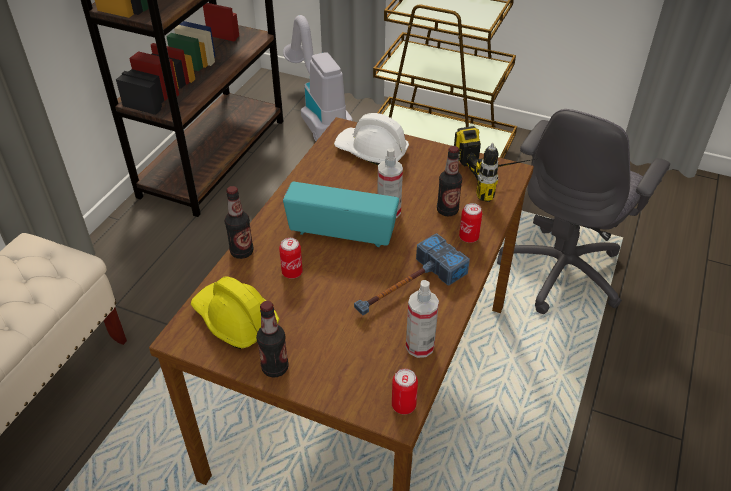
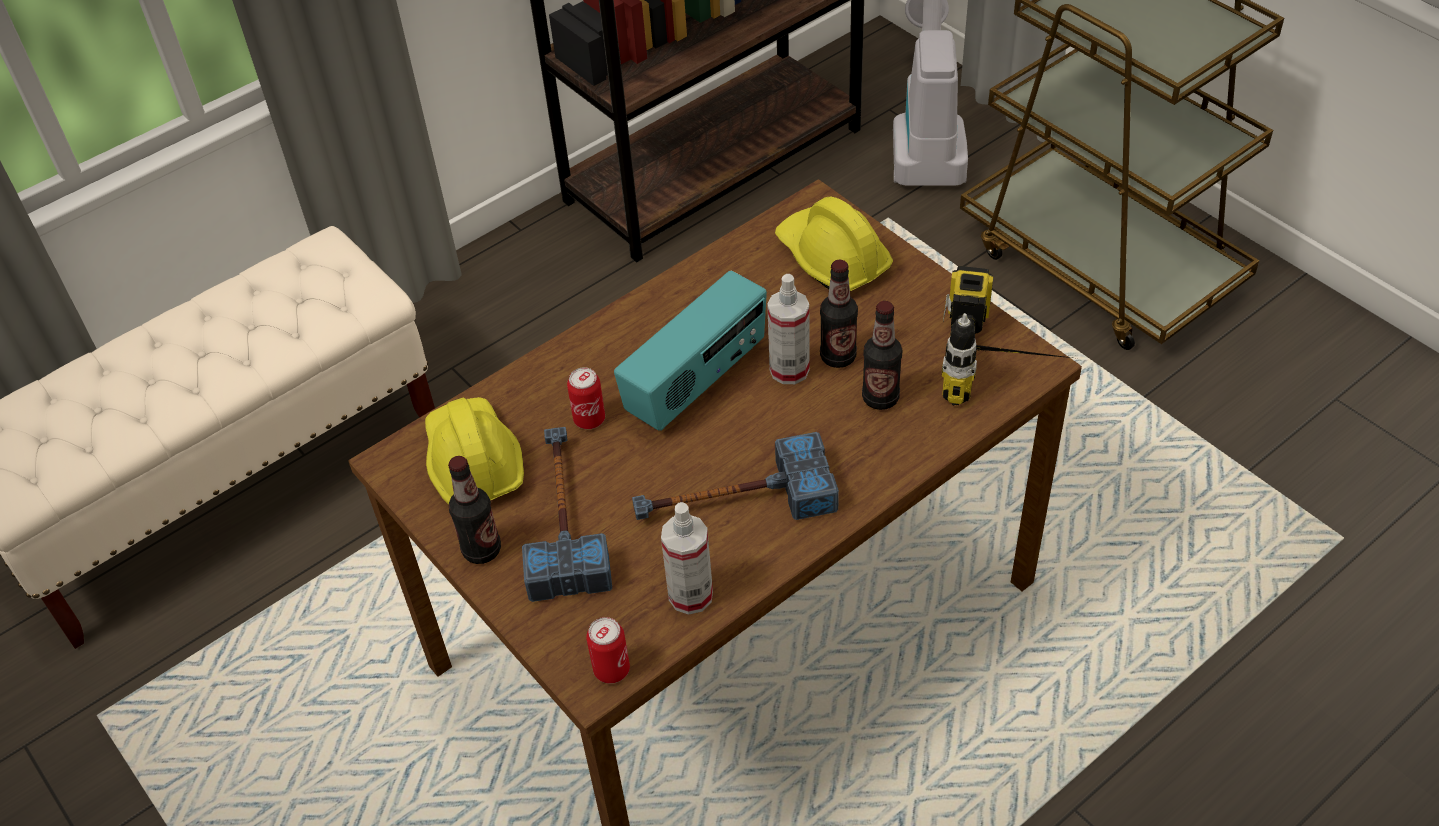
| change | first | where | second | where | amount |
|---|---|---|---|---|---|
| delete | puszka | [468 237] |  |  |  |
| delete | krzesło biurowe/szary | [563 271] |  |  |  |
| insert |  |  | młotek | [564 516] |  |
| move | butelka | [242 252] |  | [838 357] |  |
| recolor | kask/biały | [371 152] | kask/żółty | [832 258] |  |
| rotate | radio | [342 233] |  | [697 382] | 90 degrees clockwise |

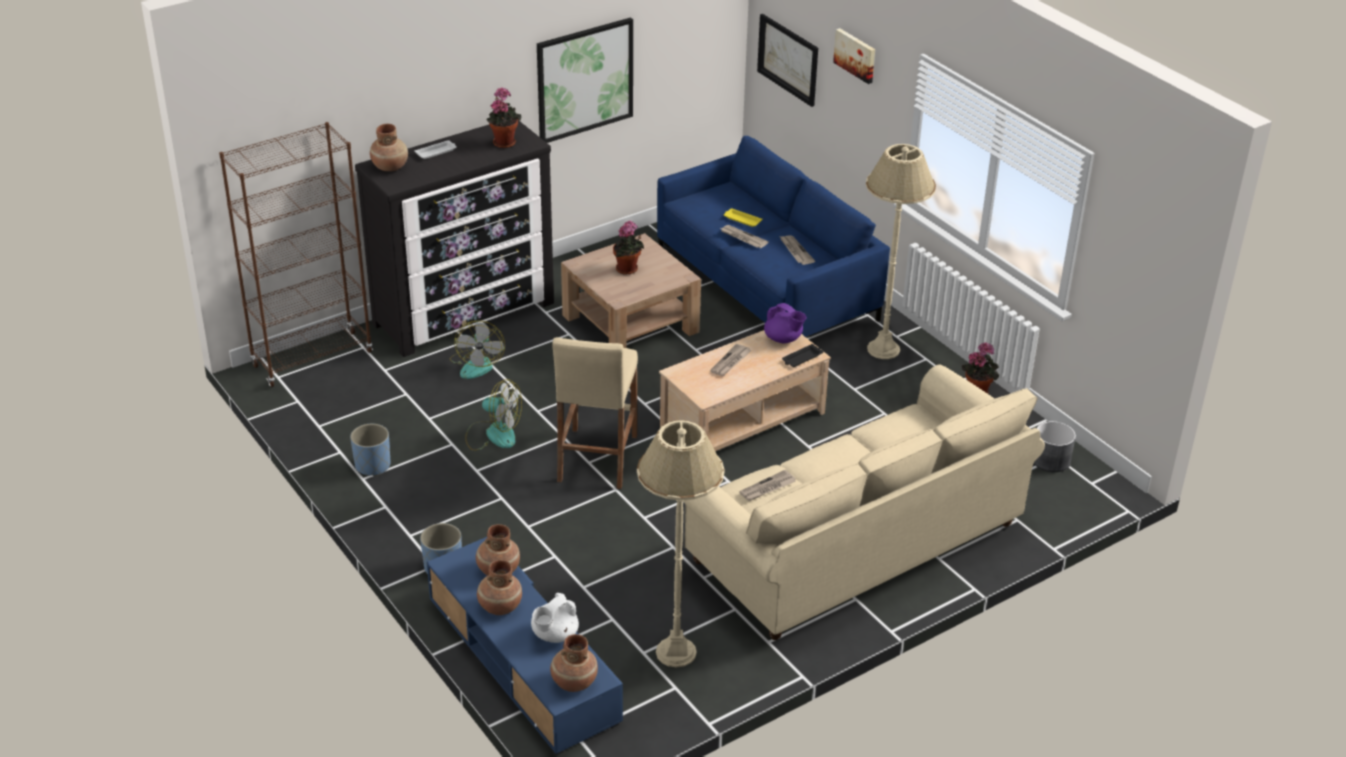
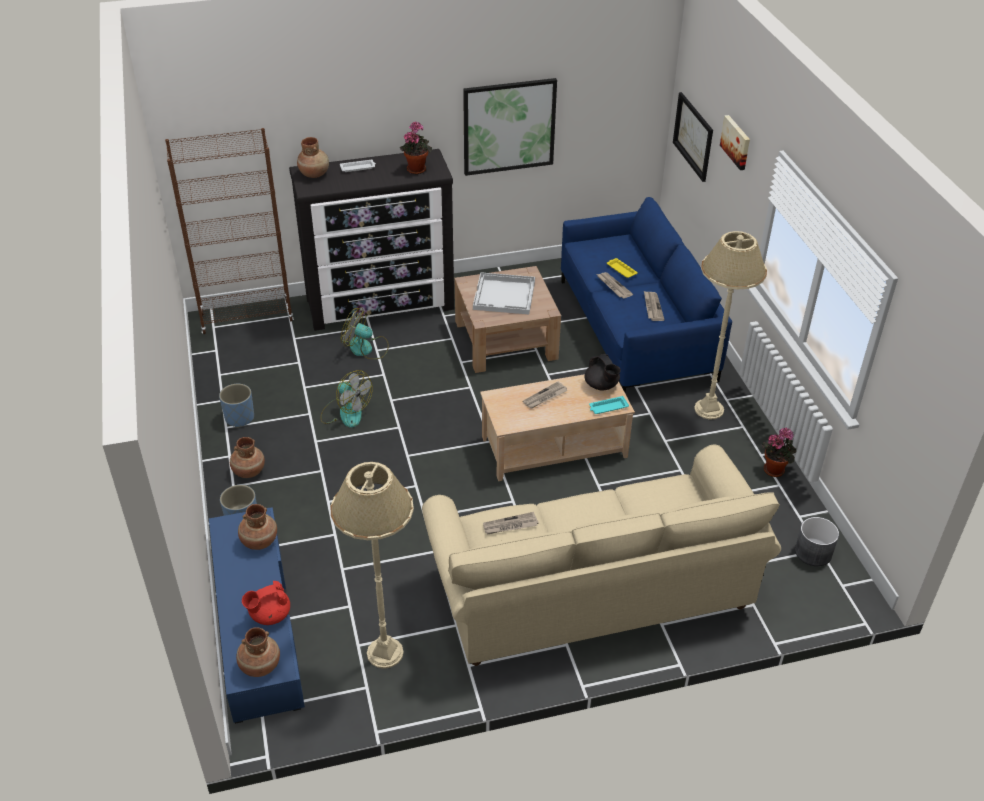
| change | first | where | second | where | amount |
|---|---|---|---|---|---|
| delete | stołek/beżowy | [596 458] |  |  |  |
| move | wazon/brązowy | [499 606] |  | [248 471] |  |
| replace | roślina doniczkowa | [628 270] | taca/biały | [504 295] |  |
| recolor | imbryk/biały | [554 635] | imbryk/czerwony | [269 615] |  |
| recolor | imbryk/fioletowy | [783 339] | imbryk/czarny | [601 385] |  |
| recolor | taca/czarny | [801 358] | taca/turkusowy | [608 407] |  |
| rotate | wentylator | [477 364] |  | [366 349] | 90 degrees clockwise |

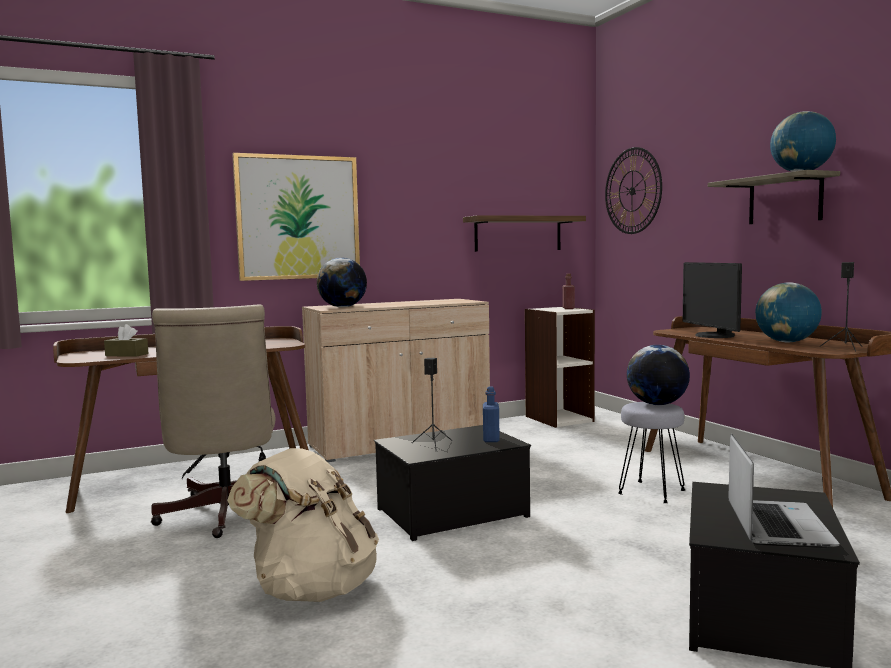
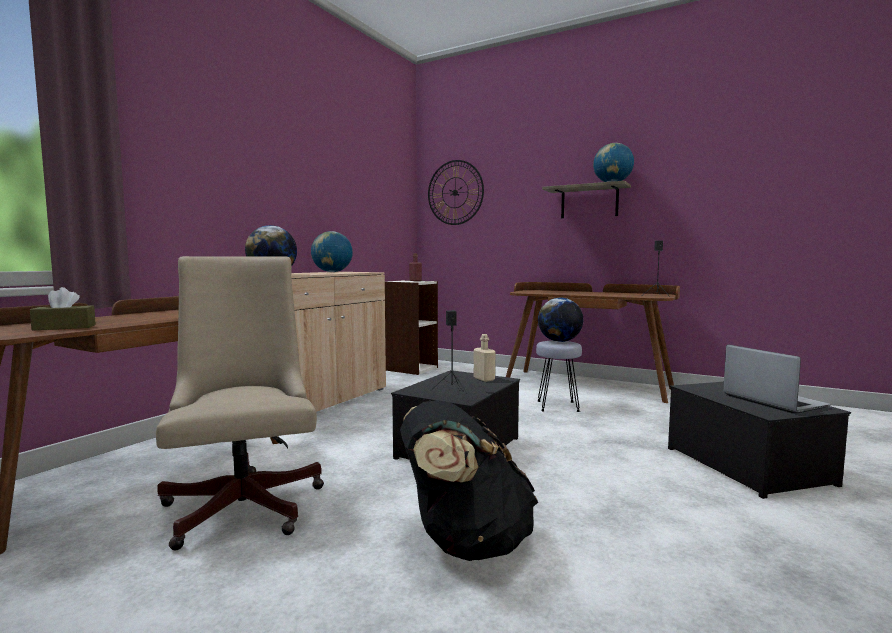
| change | first | where | second | where | amount |
|---|---|---|---|---|---|
| delete | obraz | [298 217] |  |  |  |
| delete | półka | [518 234] |  |  |  |
| delete | monitor | [712 336] |  |  |  |
| move | globus | [786 342] |  | [332 272] |  |
| recolor | plecak/beżowy | [311 589] | plecak/czarny | [464 543] |  |
| recolor | butelka/niebieski | [491 439] | butelka/beżowy | [484 379] |  |
| rotate | krzesło biurowe/beżowy | [223 516] |  | [246 502] | 150 degrees counterclockwise |

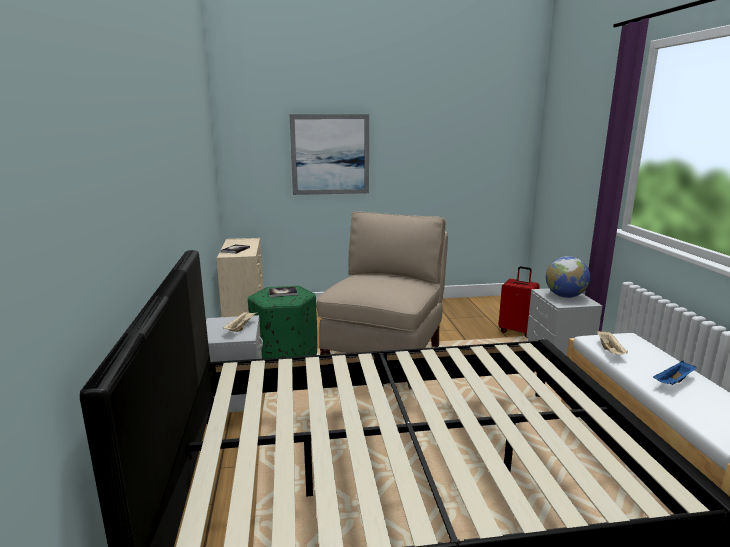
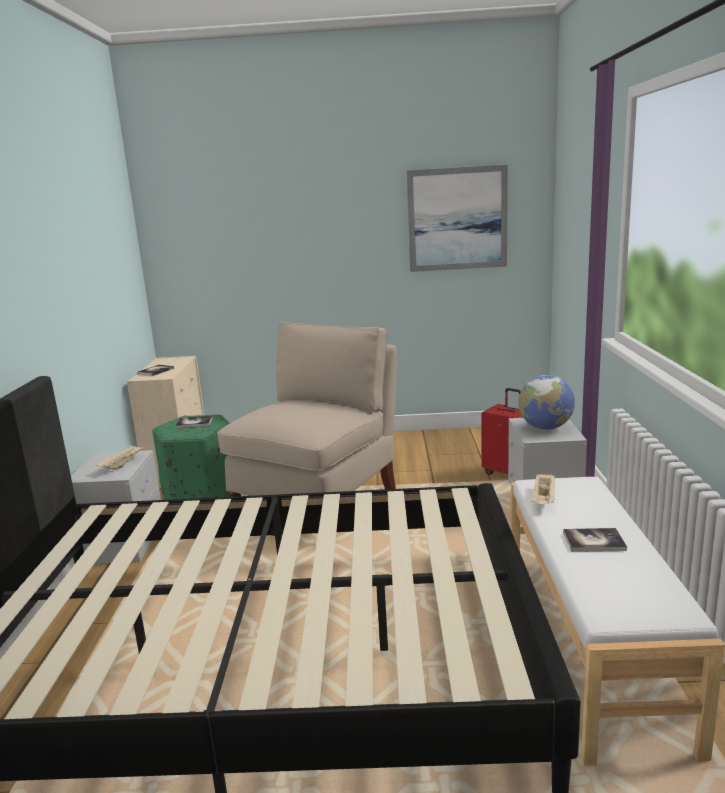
| change | first | where | second | where | amount |
|---|---|---|---|---|---|
| move | obraz | [330 154] |  | [457 219] |  |
| replace | taca/niebieski | [673 382] | książka | [594 541] |  |

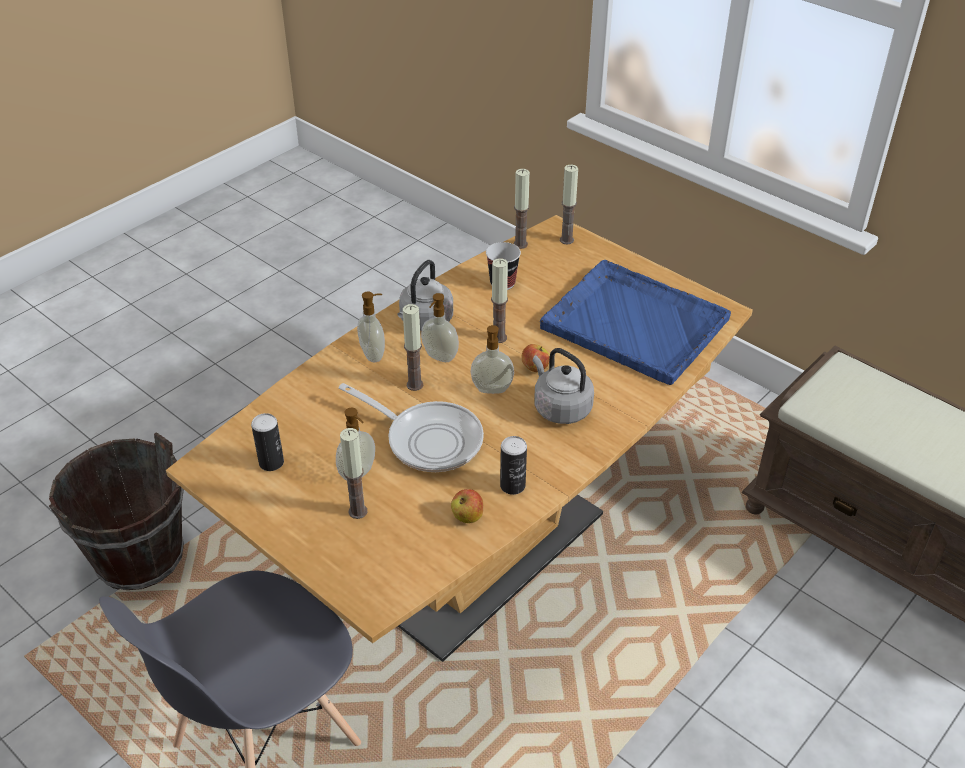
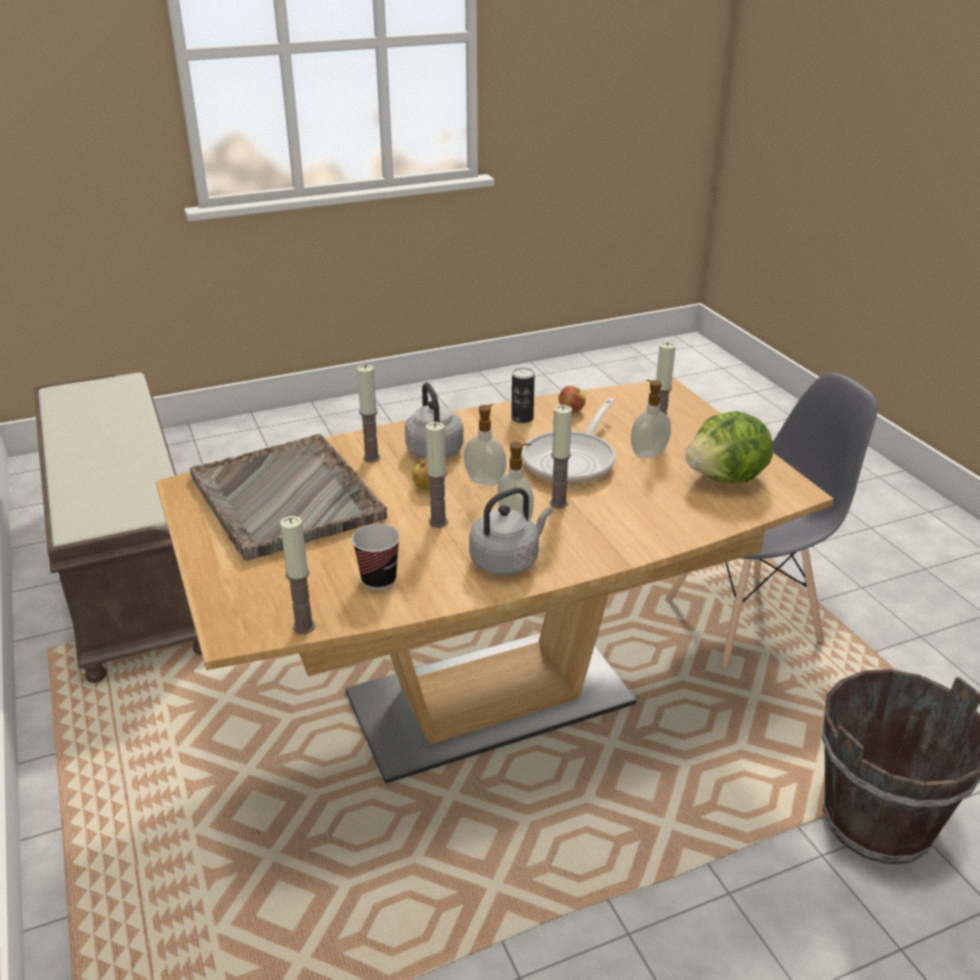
| change | first | where | second | where | amount |
|---|---|---|---|---|---|
| delete | dozownik mydła | [373 354] |  |  |  |
| move | świeca | [566 240] |  | [371 458] |  |
| replace | puszka | [271 462] | sałata | [727 478] |  |
| recolor | taca/niebieski | [633 323] | taca/szary | [286 499] |  |
| rotate | patelnia | [428 439] |  | [572 460] | 120 degrees counterclockwise |

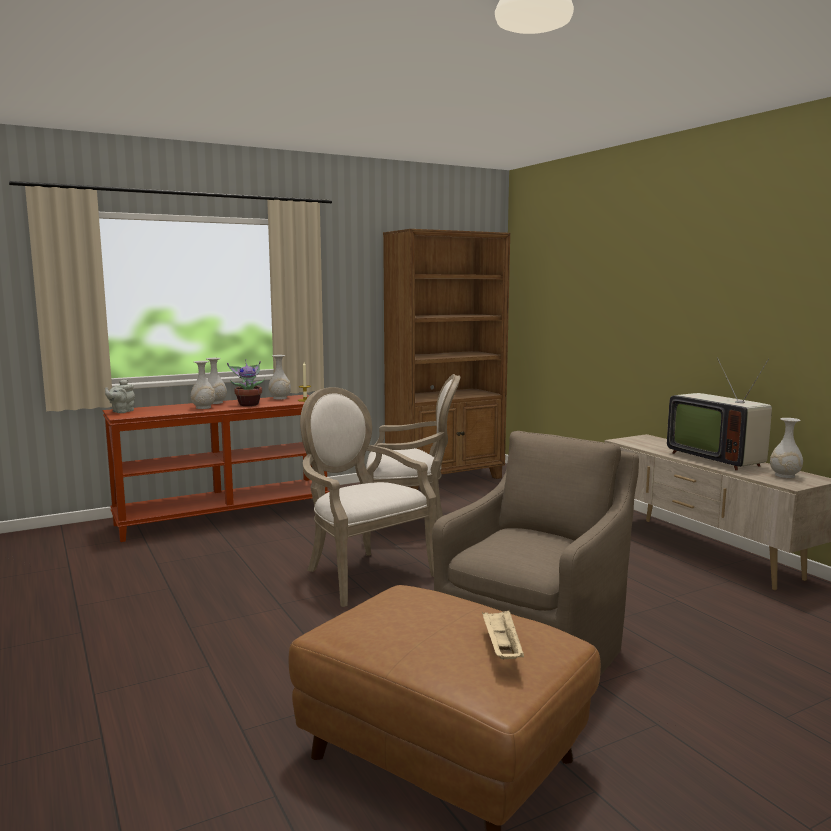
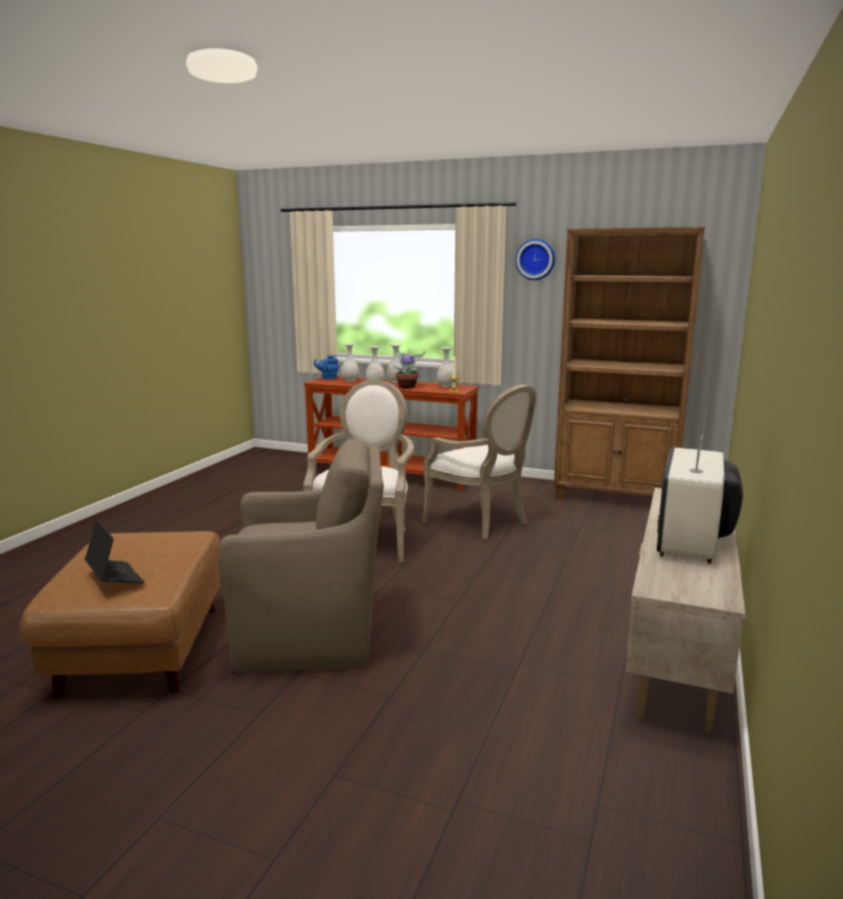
| change | first | where | second | where | amount |
|---|---|---|---|---|---|
| insert |  |  | zegar ścienny | [535 259] |  |
| move | wazon/biały | [784 475] |  | [350 380] |  |
| replace | taca/beżowy | [501 648] | laptop | [114 577] |  |
| recolor | imbryk/szary | [121 411] | imbryk/niebieski | [328 378] |  |

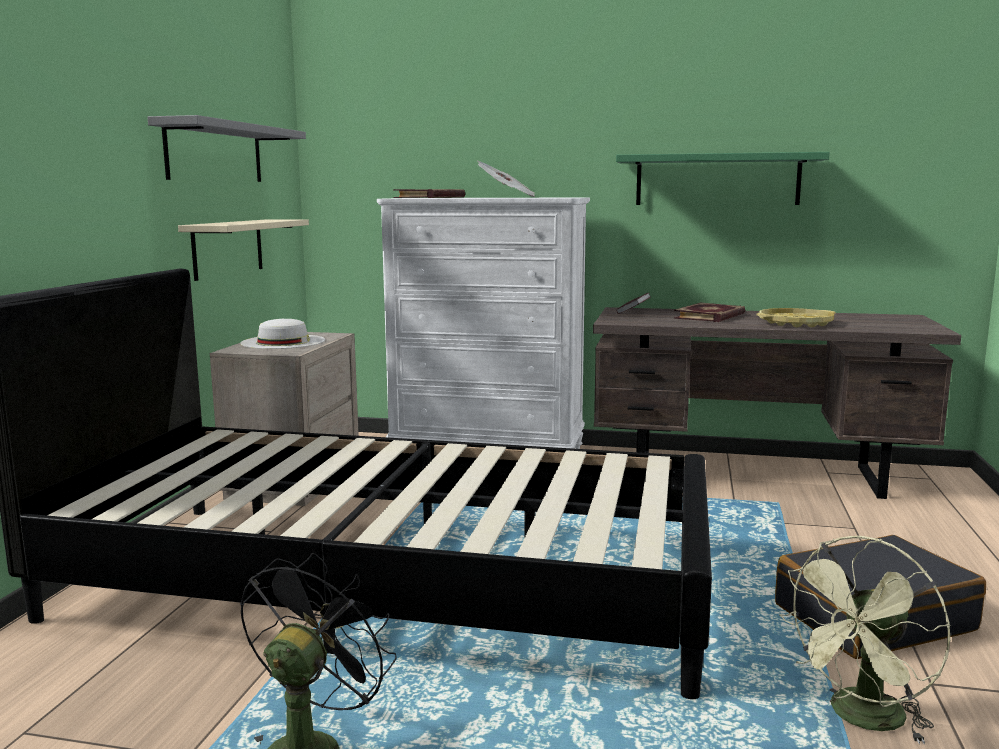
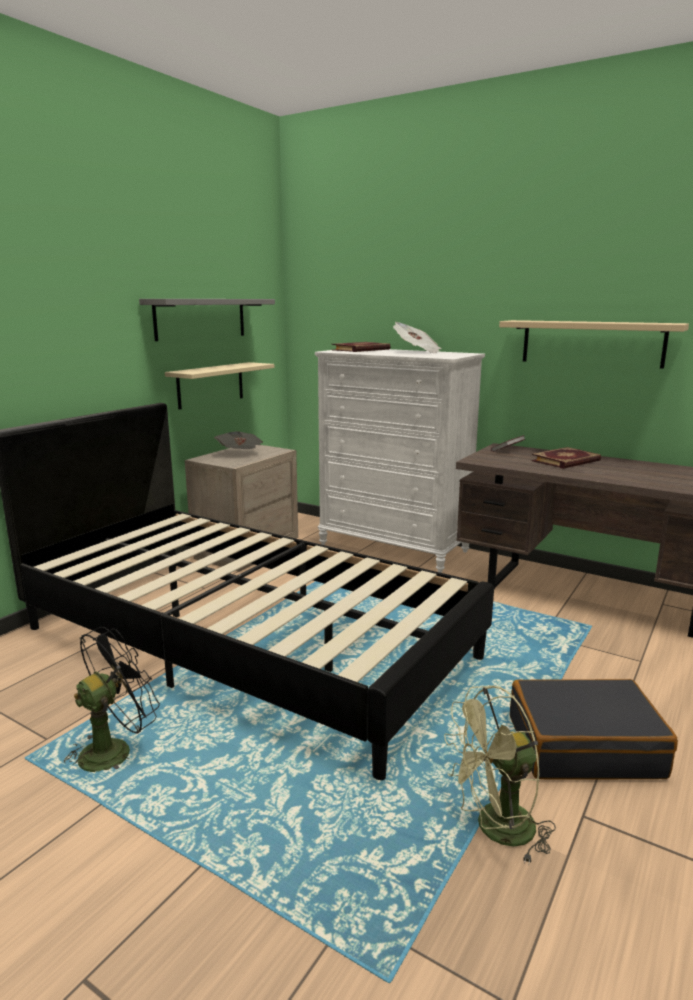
| change | first | where | second | where | amount |
|---|---|---|---|---|---|
| delete | taca/żółty | [795 323] |  |  |  |
| replace | kapelusz/biały | [283 342] | gazeta | [240 454] |  |
| recolor | półka/zielony | [717 180] | półka/beżowy | [592 343] |  |

